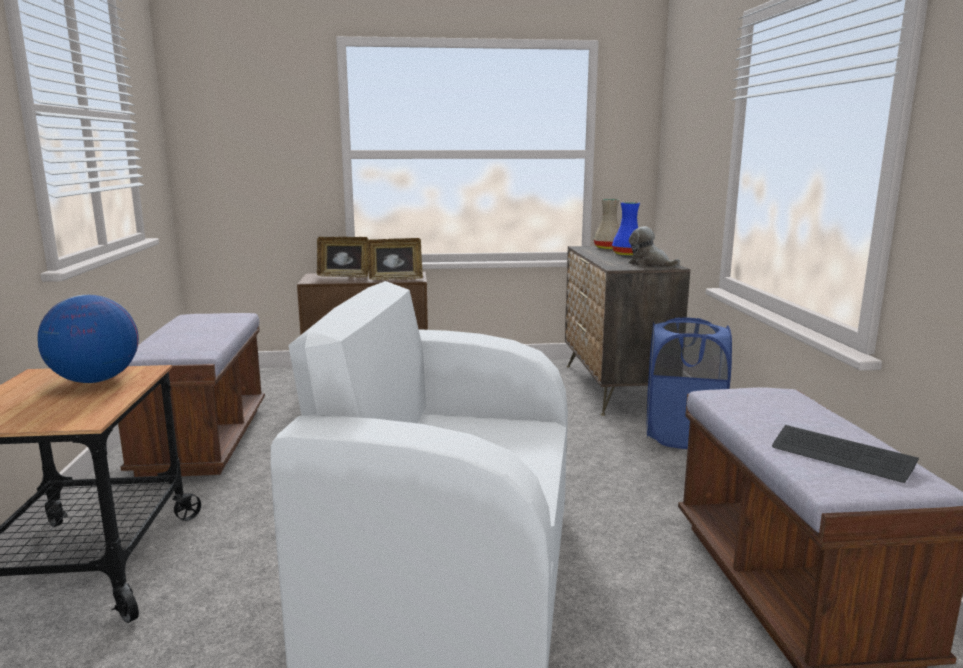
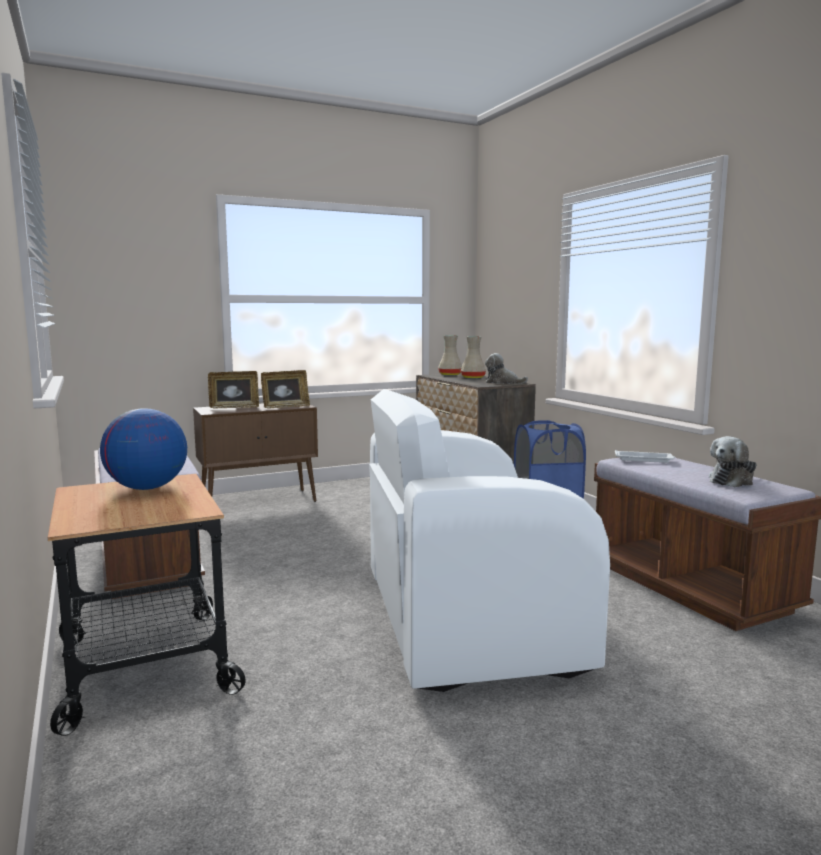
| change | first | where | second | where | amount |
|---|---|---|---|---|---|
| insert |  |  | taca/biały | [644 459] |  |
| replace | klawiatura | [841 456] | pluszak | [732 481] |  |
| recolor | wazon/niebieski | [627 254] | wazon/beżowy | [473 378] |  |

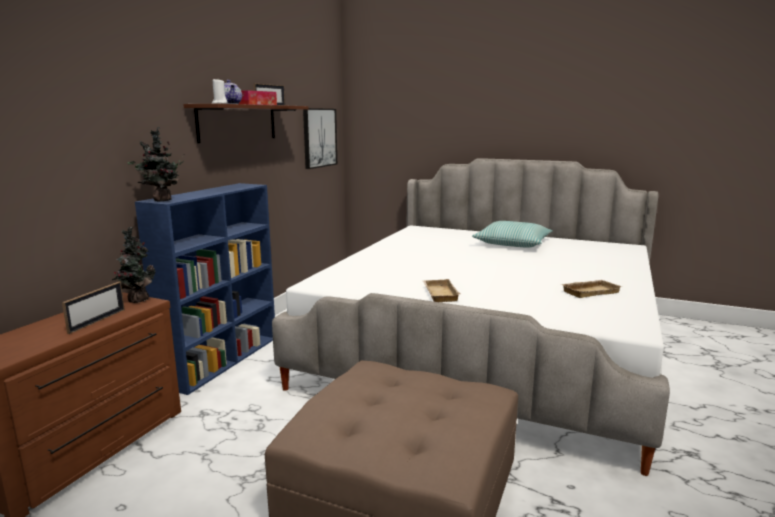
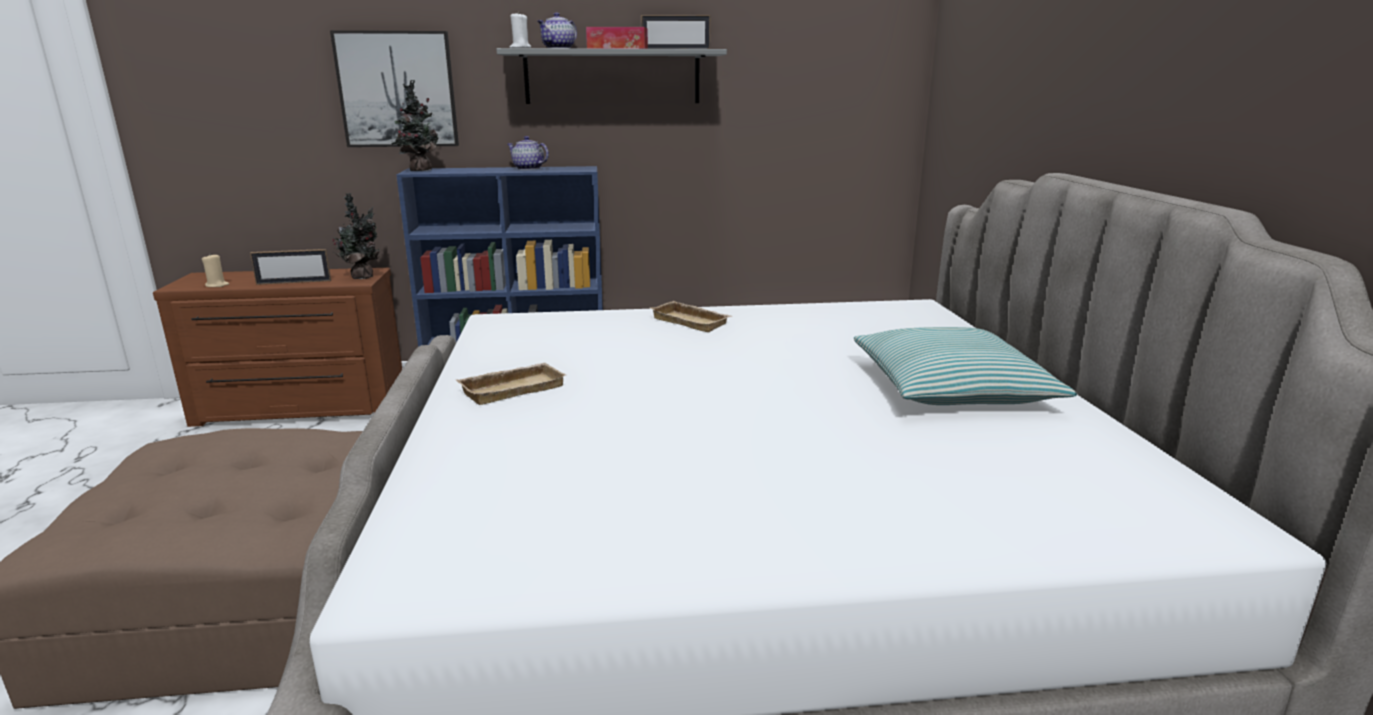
| change | first | where | second | where | amount |
|---|---|---|---|---|---|
| insert |  |  | świeca/beżowy | [217 285] |  |
| insert |  |  | imbryk | [527 168] |  |
| move | obraz | [319 137] |  | [397 89] |  |
| move | taca/beżowy | [589 291] |  | [692 321] |  |
| recolor | półka/brązowy | [238 123] | półka/szary | [612 77] |  |

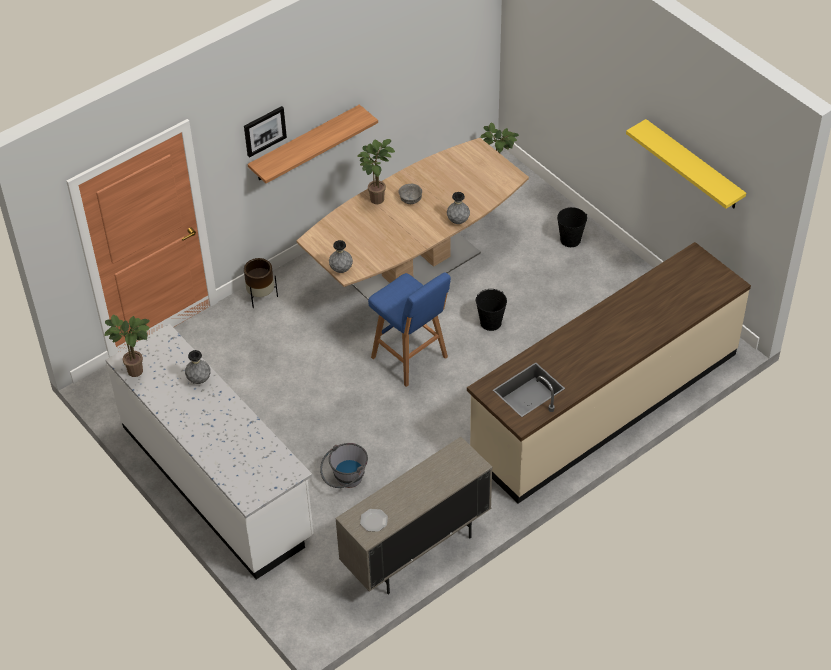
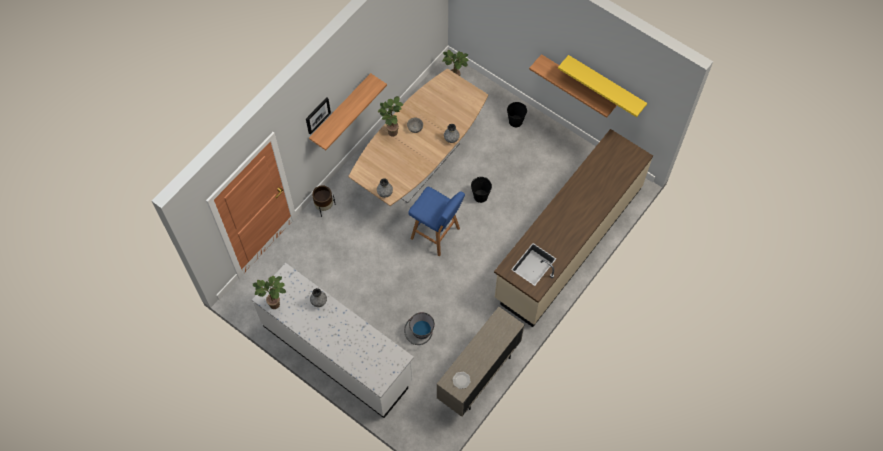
| change | first | where | second | where | amount |
|---|---|---|---|---|---|
| insert |  |  | półka | [578 83] |  |

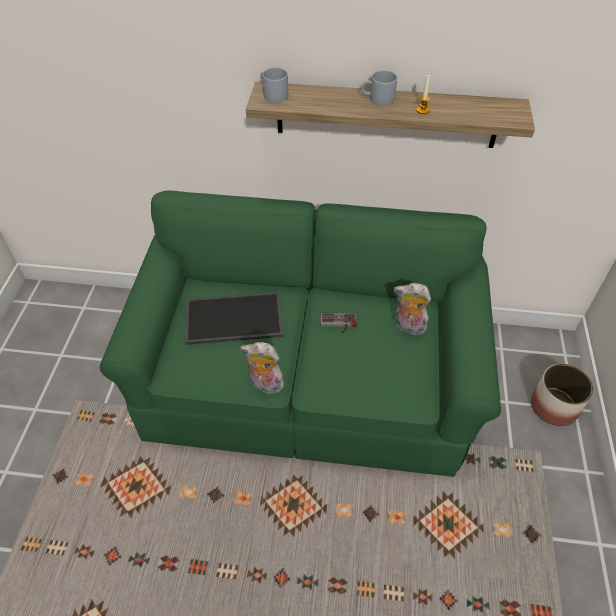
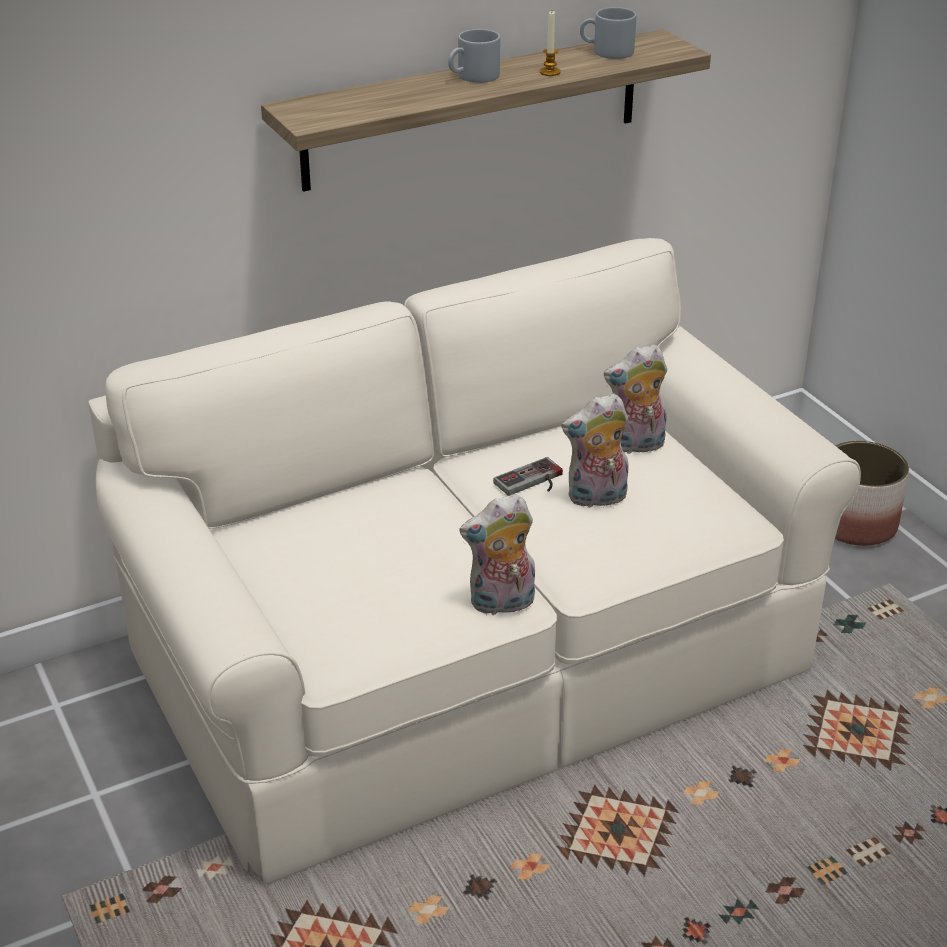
| change | first | where | second | where | amount |
|---|---|---|---|---|---|
| delete | taca | [232 320] |  |  |  |
| insert |  |  | pluszak | [596 498] |  |
| move | kubek/szary | [272 94] |  | [606 52] |  |
| recolor | kanapa/zielony | [308 379] | kanapa/beżowy | [474 656] |  |

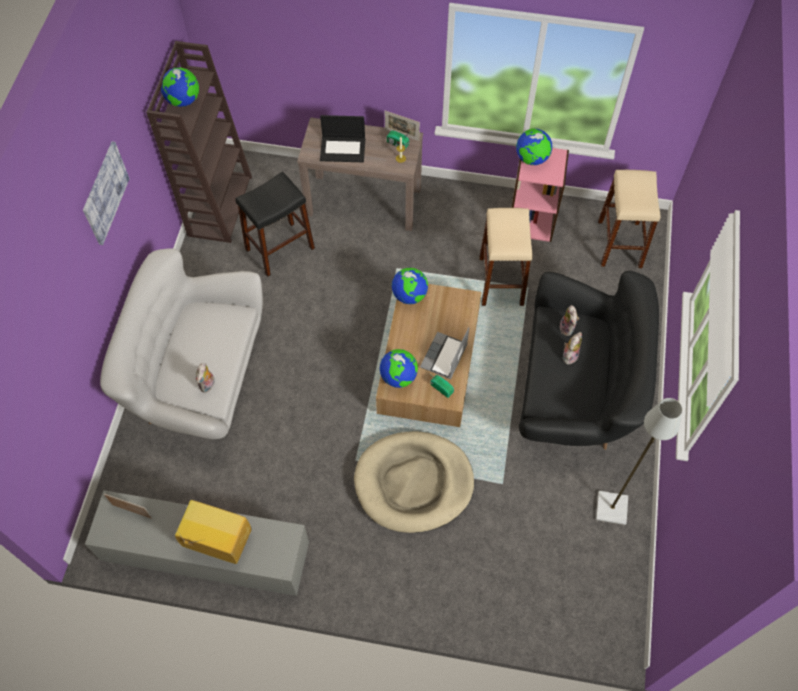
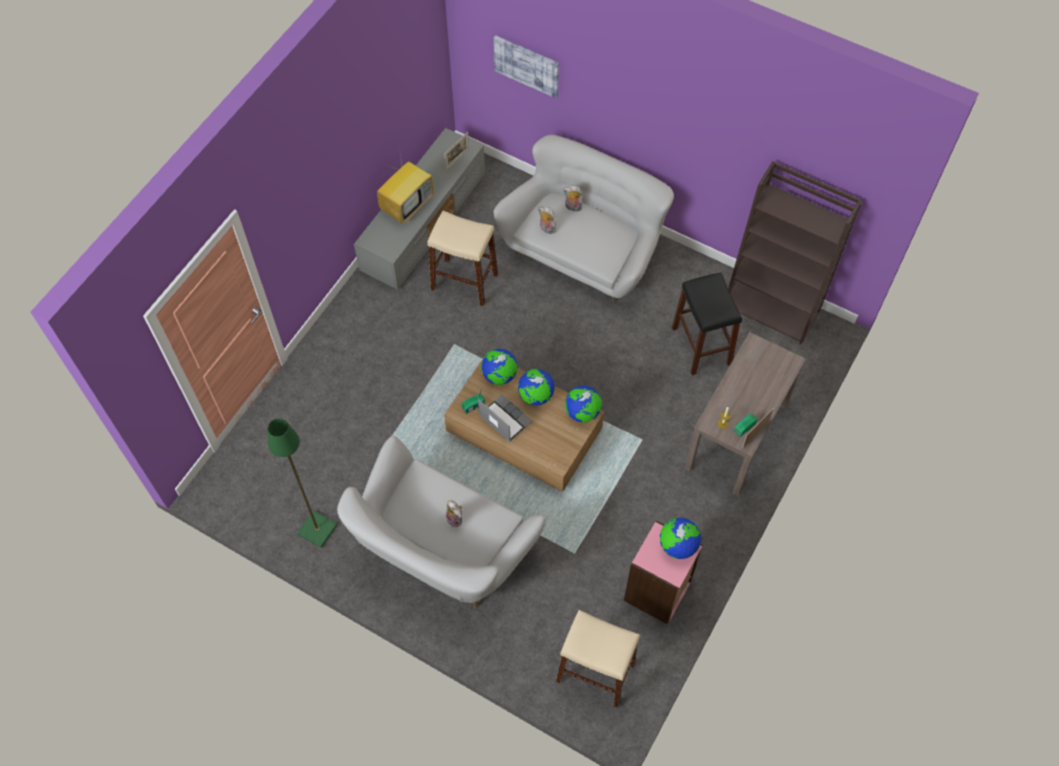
| change | first | where | second | where | amount |
|---|---|---|---|---|---|
| delete | laptop | [343 149] |  |  |  |
| delete | legowisko/beżowy | [413 483] |  |  |  |
| move | obraz | [105 193] |  | [527 65] |  |
| move | globus | [183 100] |  | [536 396] |  |
| move | stołek/beżowy | [501 281] |  | [464 282] |  |
| move | pluszak | [568 328] |  | [572 207] |  |
| recolor | kanapa/czarny | [576 390] | kanapa/biały | [442 550] |  |
| recolor | lampa stojąca/szary | [612 508] | lampa stojąca/zielony | [316 530] |  |

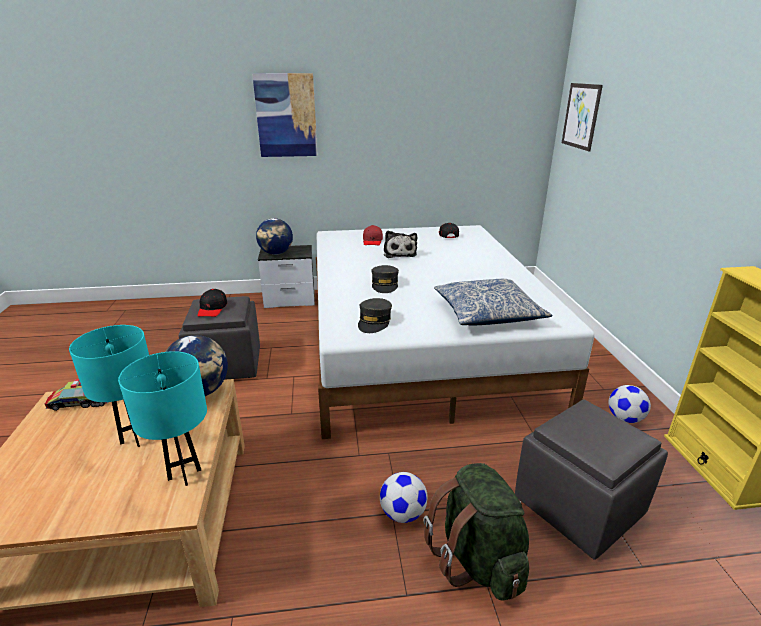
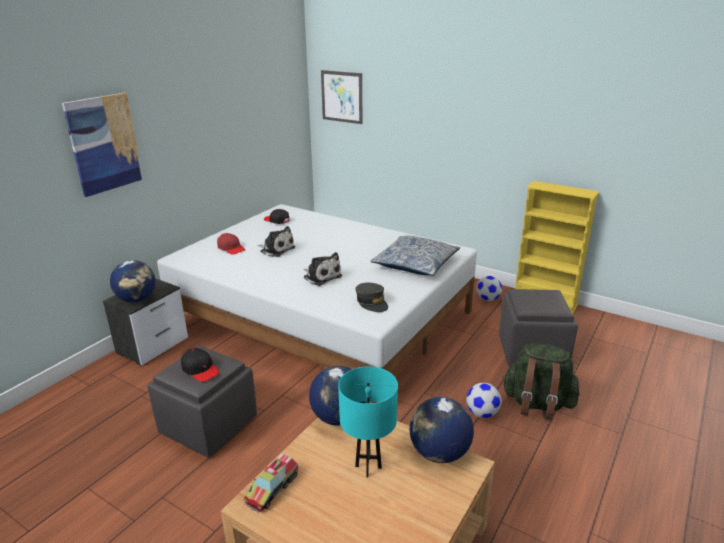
| change | first | where | second | where | amount |
|---|---|---|---|---|---|
| replace | lampa stołowa/turkusowy | [184 475] | globus | [439 453] |  |
| replace | czapka z daszkiem/szary | [385 285] | pluszak | [321 276] |  |

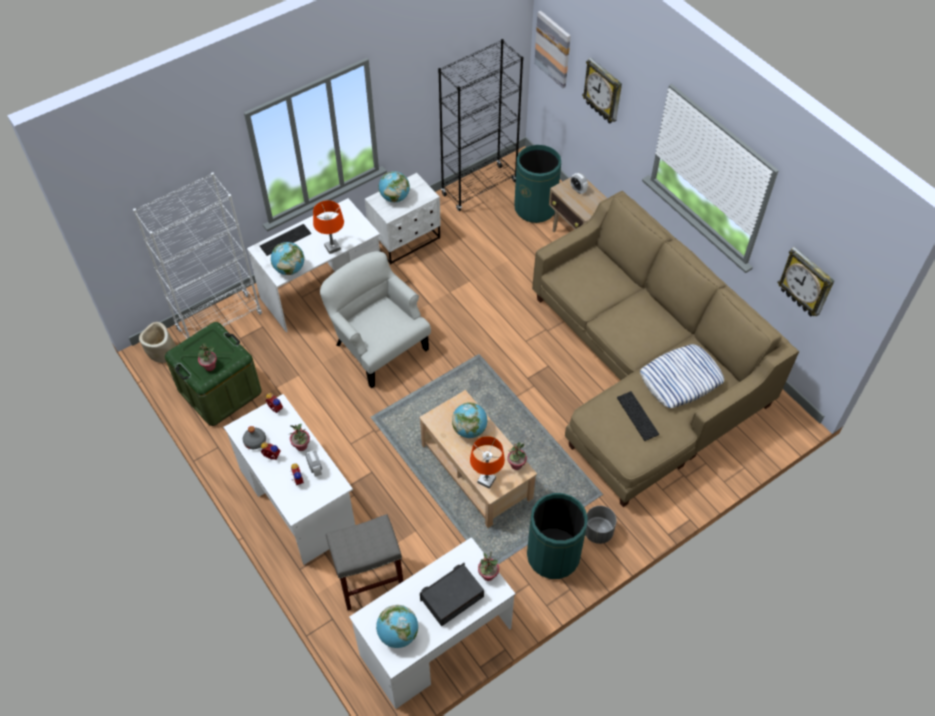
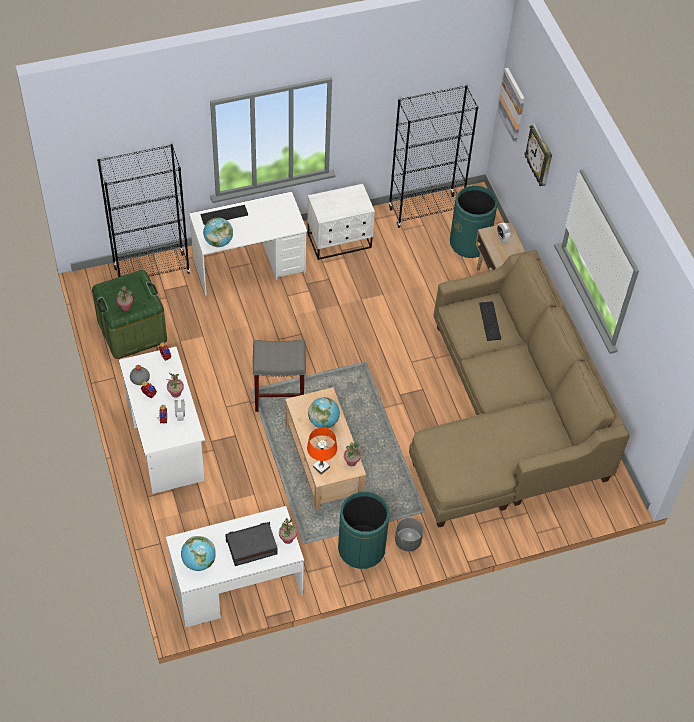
| change | first | where | second | where | amount |
|---|---|---|---|---|---|
| delete | donica/beżowy | [162 352] |  |  |  |
| delete | lampa stołowa/pomarańczowy | [332 248] |  |  |  |
| delete | fotel/biały | [378 346] |  |  |  |
| delete | globus | [395 197] |  |  |  |
| delete | poduszka | [680 380] |  |  |  |
| delete | zegar ścienny | [806 283] |  |  |  |
| move | stołek/szary | [370 580] |  | [280 396] |  |
| move | klawiatura | [638 416] |  | [491 321] |  |
| recolor | regał/biały | [219 321] | regał/czarny | [152 270] |  |

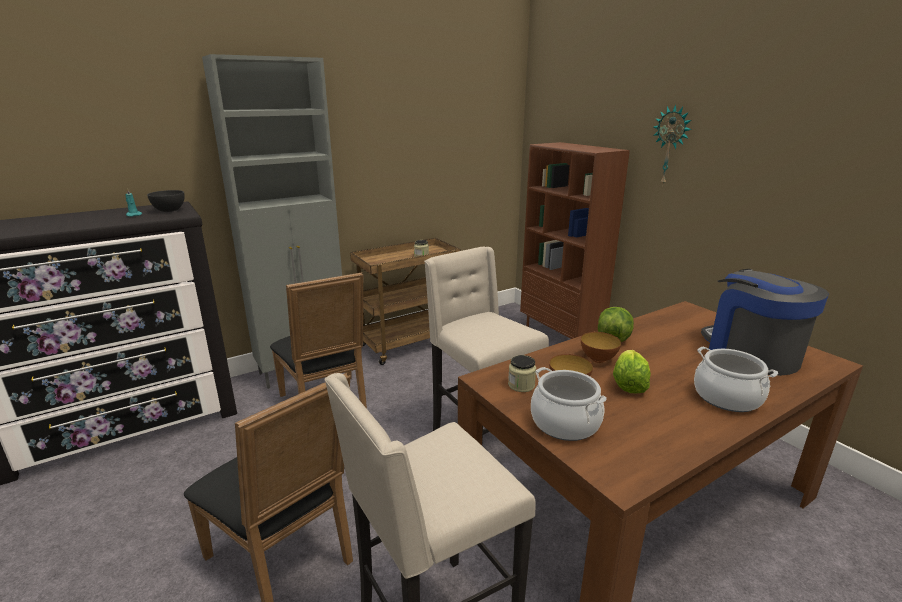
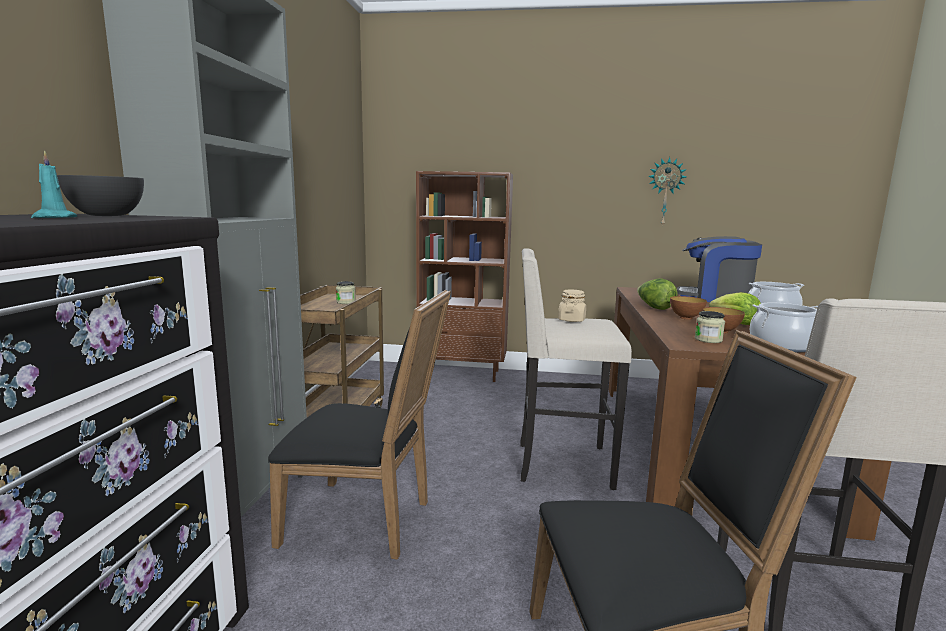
| change | first | where | second | where | amount |
|---|---|---|---|---|---|
| insert |  |  | słoik/beżowy | [571 320] |  |
| move | zegar ścienny | [670 146] |  | [665 192] |  |

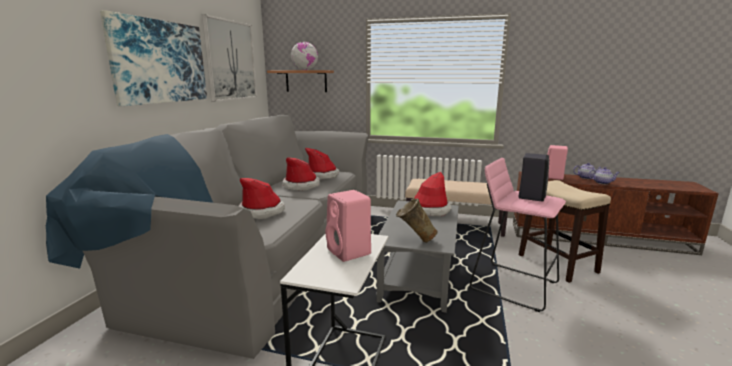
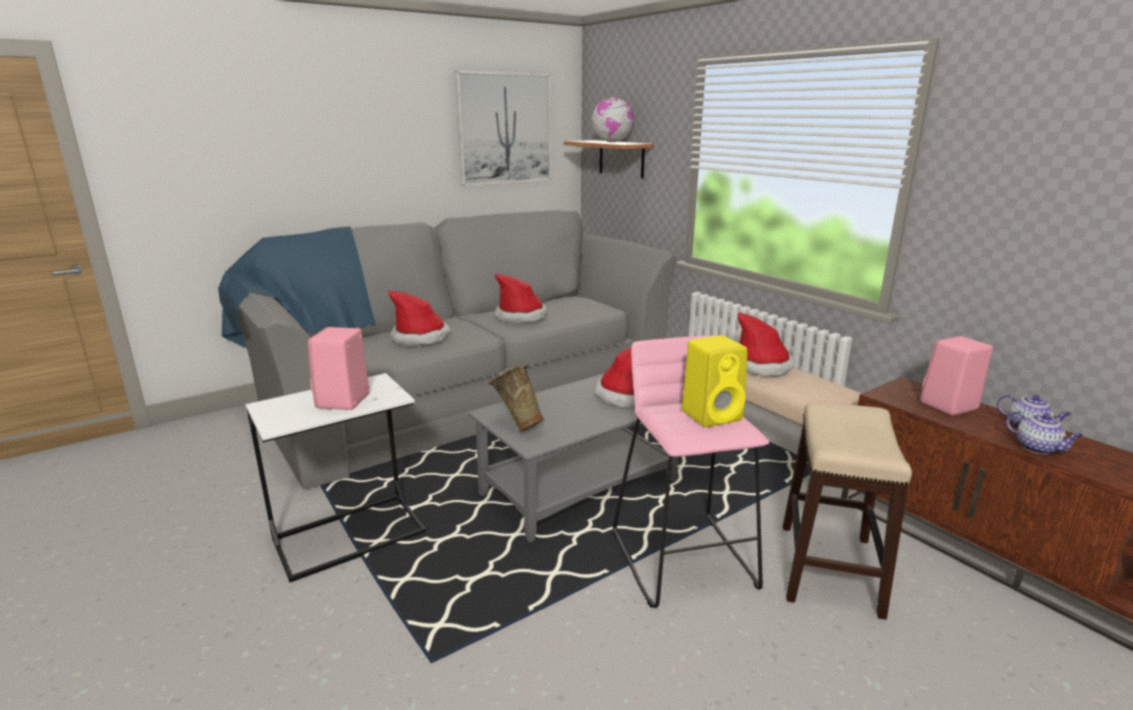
| change | first | where | second | where | amount |
|---|---|---|---|---|---|
| delete | obraz | [160 62] |  |  |  |
| move | kapelusz | [322 175] |  | [761 366] |  |
| recolor | głośnik/czarny | [531 196] | głośnik/żółty | [713 415] |  |

